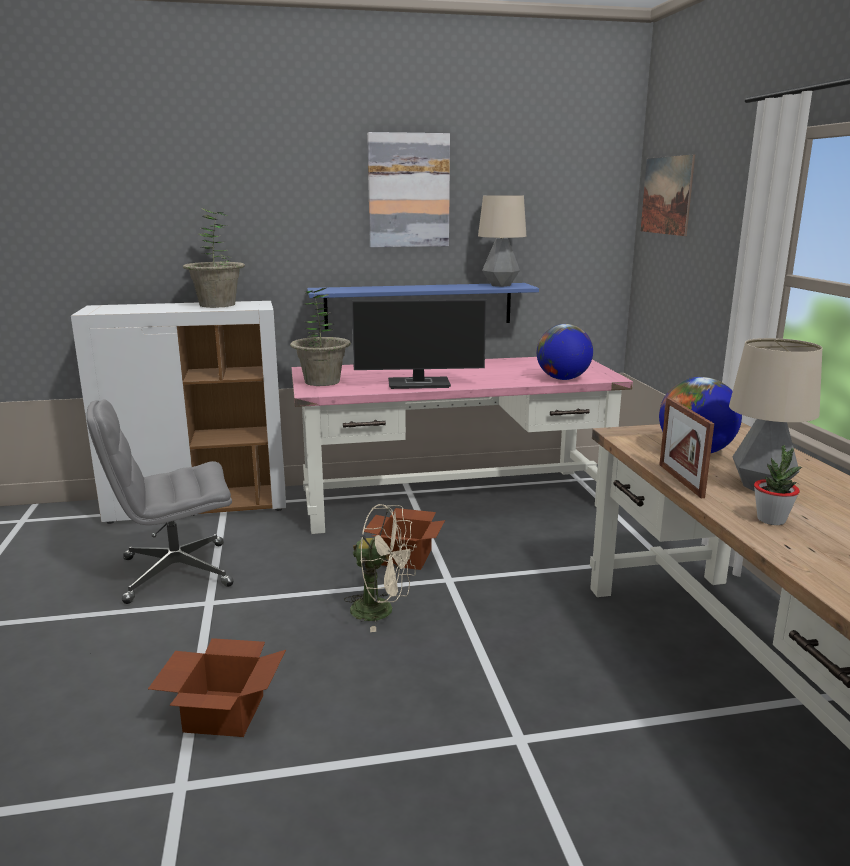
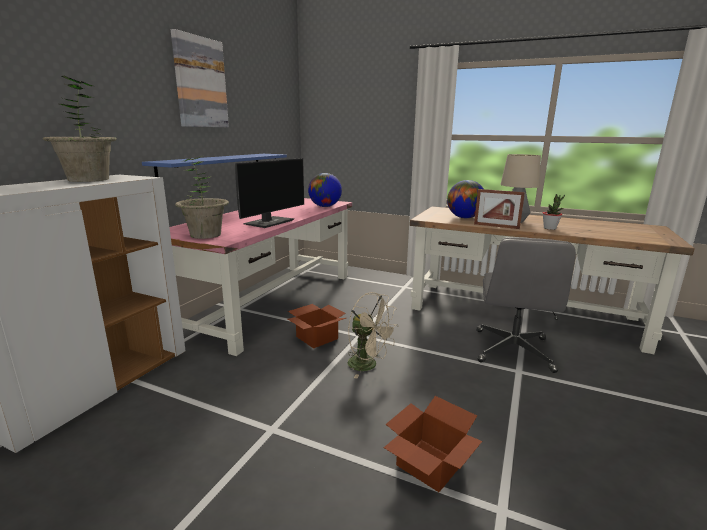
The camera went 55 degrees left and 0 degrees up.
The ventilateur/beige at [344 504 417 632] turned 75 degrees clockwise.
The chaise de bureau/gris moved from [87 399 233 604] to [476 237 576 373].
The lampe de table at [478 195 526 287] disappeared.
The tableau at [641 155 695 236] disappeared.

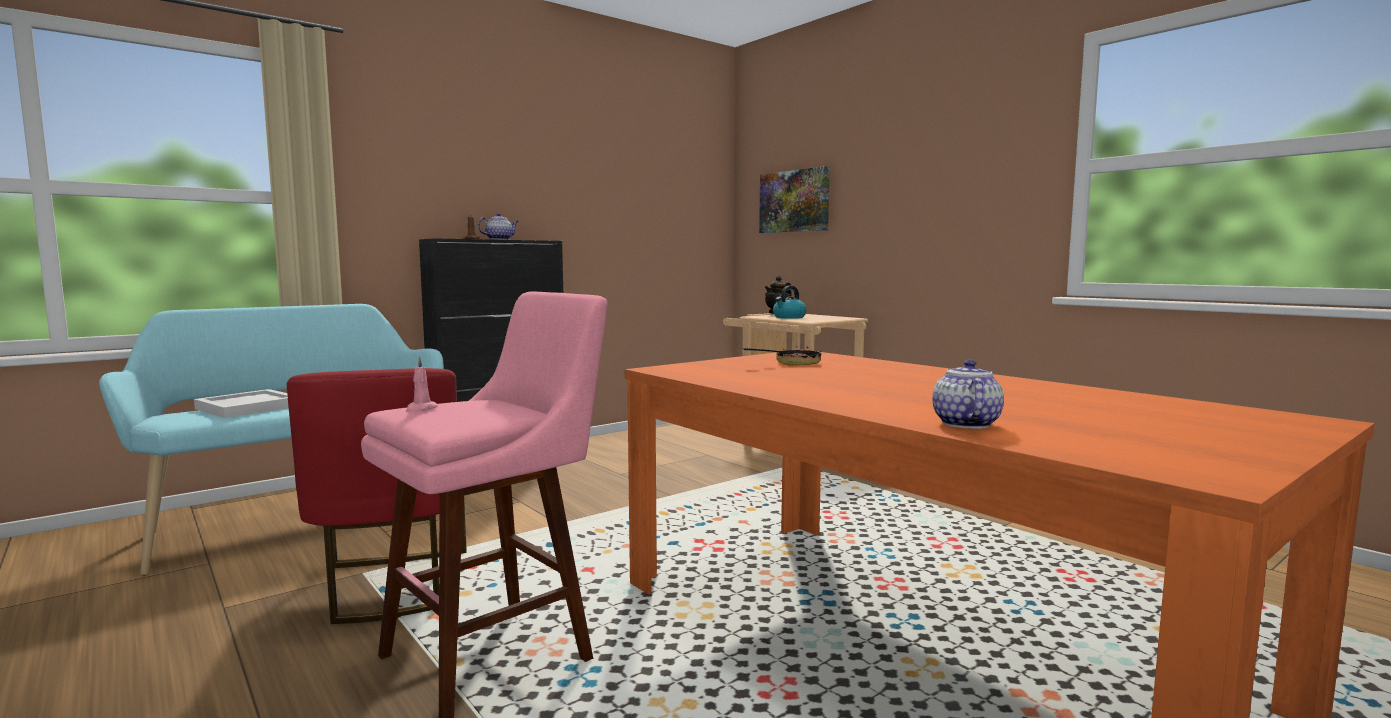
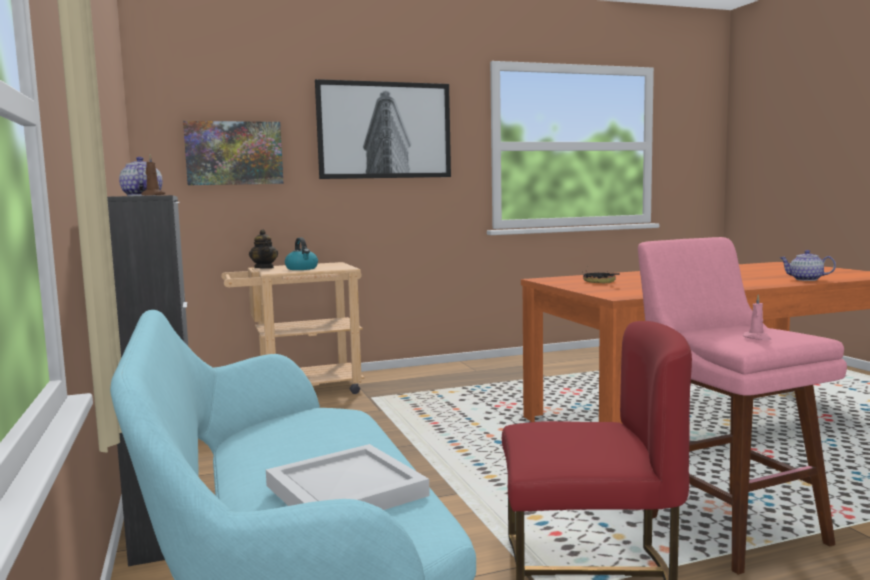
The camera went 70 degrees left and 0 degrees up.
The tableau at [315 79 451 179] appeared.

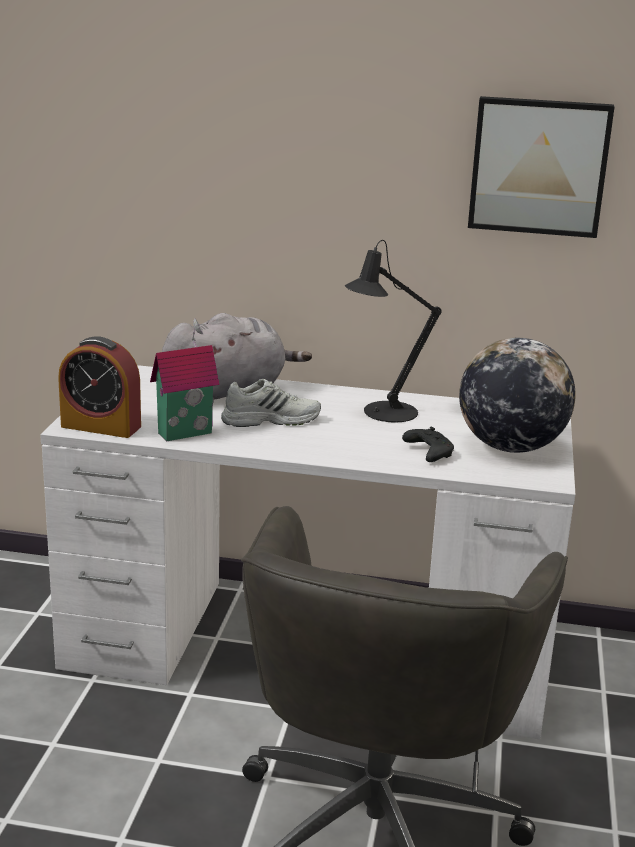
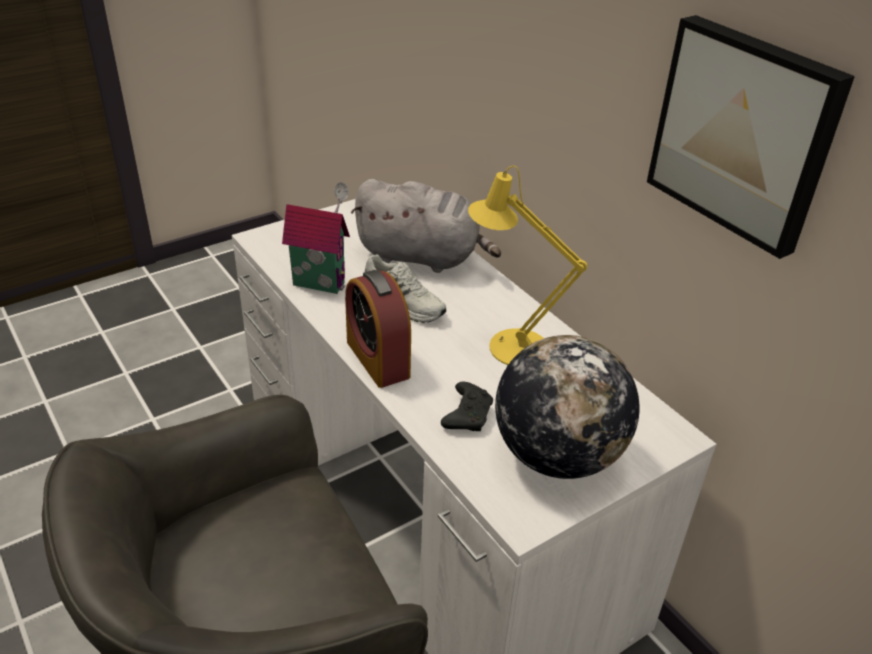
The camera went 45 degrees right and 15 degrees up.
The réveil moved from [58 336 141 438] to [345 270 411 388].
The lampe de table/noir at [345 240 442 423] became the lampe de table/jaune at [468 166 587 365].

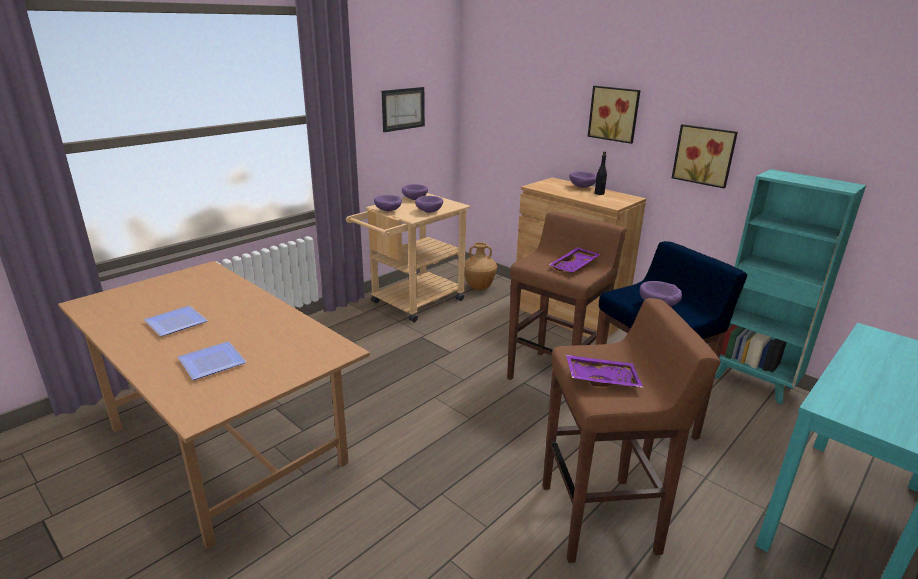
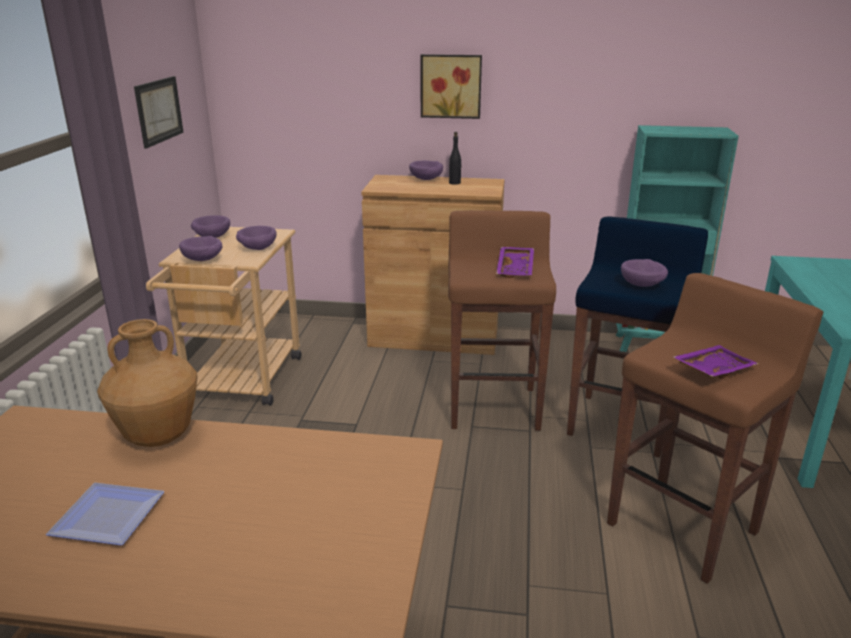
The camera went 35 degrees left and 0 degrees up.
The vase/marron moved from [465 242 497 290] to [97 319 198 447].
The assiette at [178 341 246 380] disappeared.
The tableau at [672 124 738 188] disappeared.

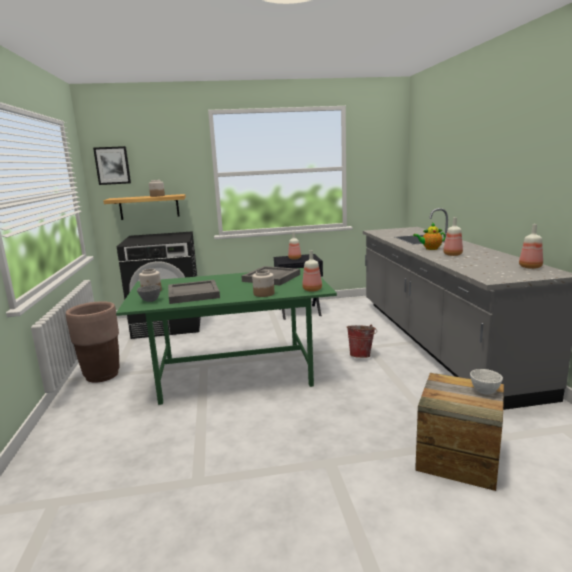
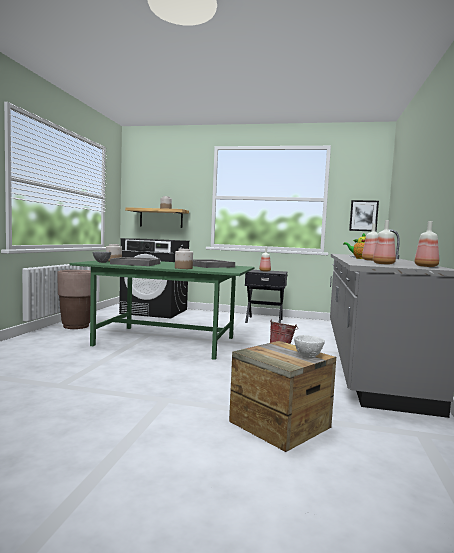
The camera went 20 degrees right and 10 degrees down.
The tableau moved from [93 146 131 185] to [349 200 379 232].
The bouteille moved from [302 250 322 292] to [373 220 396 264].

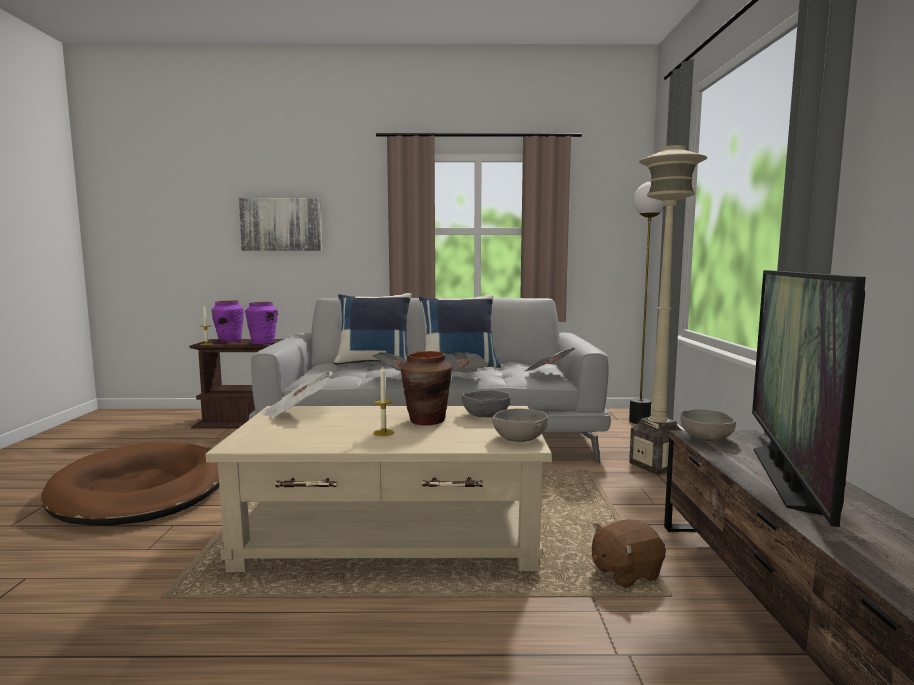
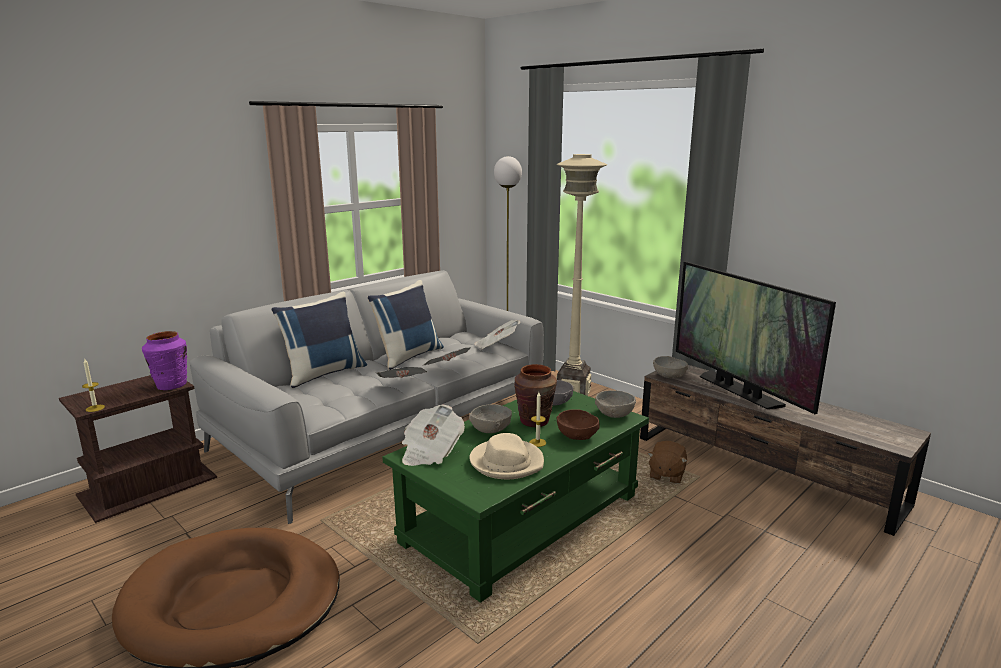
The camera went 45 degrees left and 10 degrees up.
The table basse/beige at [206 406 552 572] became the table basse/vert at [382 391 649 603].
The bol/gris at [469 404 512 433] appeared.
The chapeau/beige at [469 433 544 479] appeared.
The bol/marron at [556 409 600 440] appeared.
The vase/violet at [211 301 244 342] disappeared.
The tableau at [239 198 322 251] disappeared.

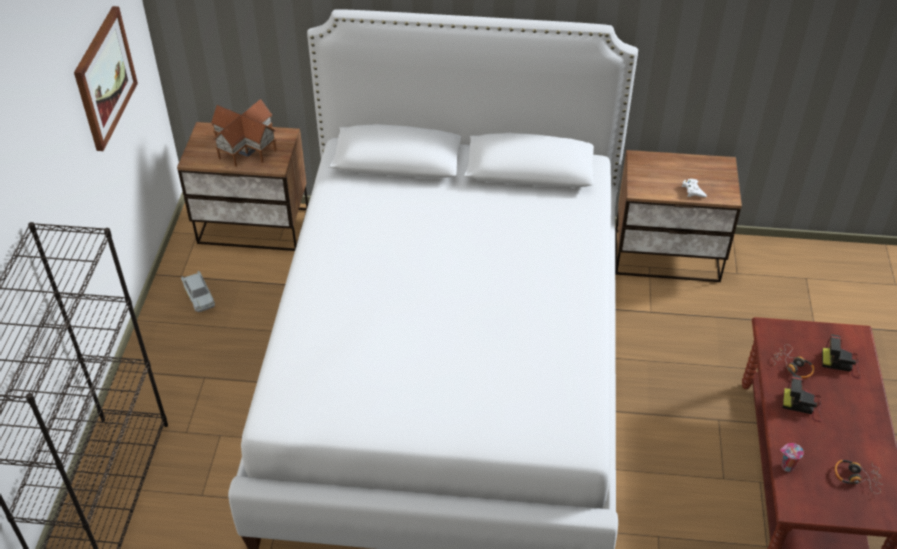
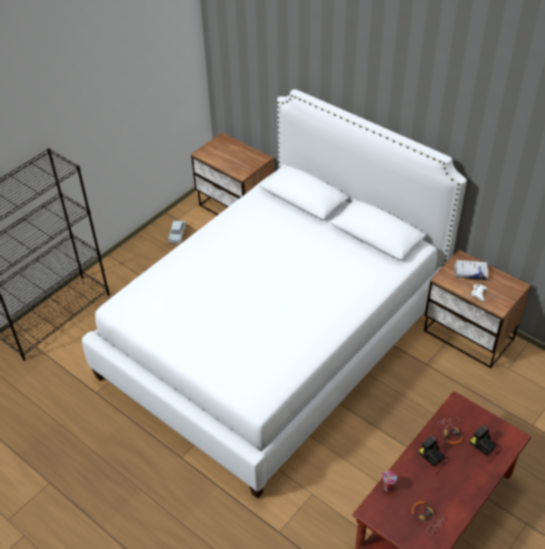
The camera went 35 degrees right and 0 degrees up.
The livre/blanc at [454 260 488 280] appeared.
The tableau at [74 6 138 151] disappeared.
The maison miniature at [211 99 276 167] disappeared.

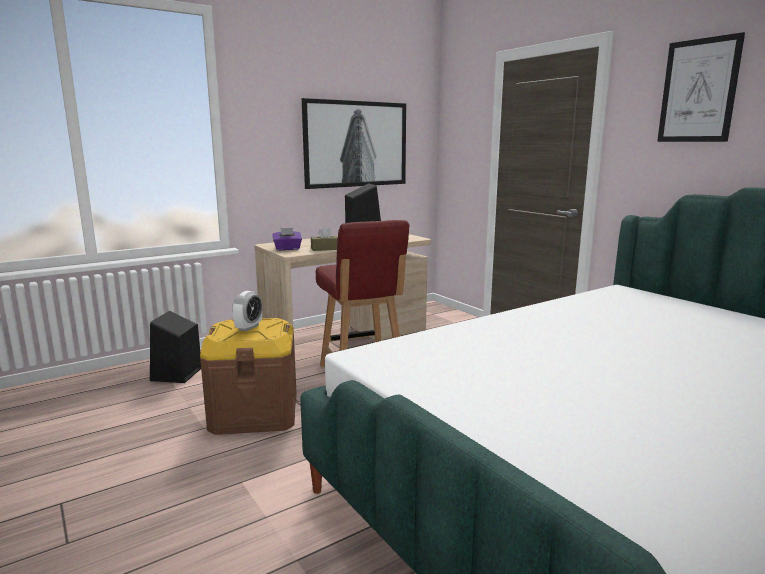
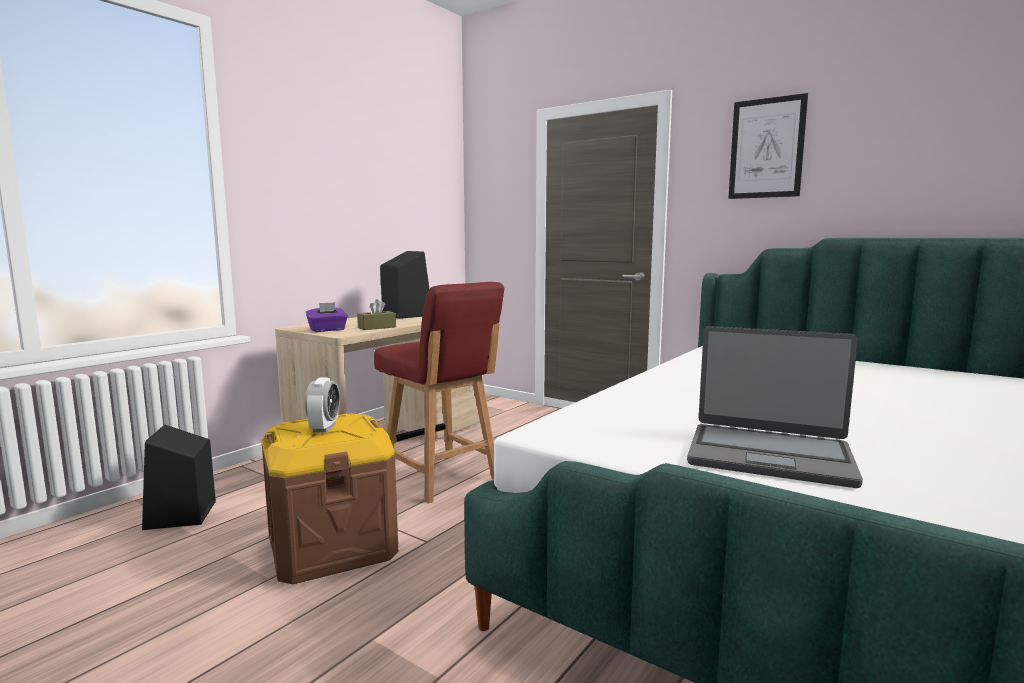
The camera went 20 degrees left and 5 degrees down.
The ordinateur portable at [687 326 863 488] appeared.
The tableau at [302 98 406 189] disappeared.

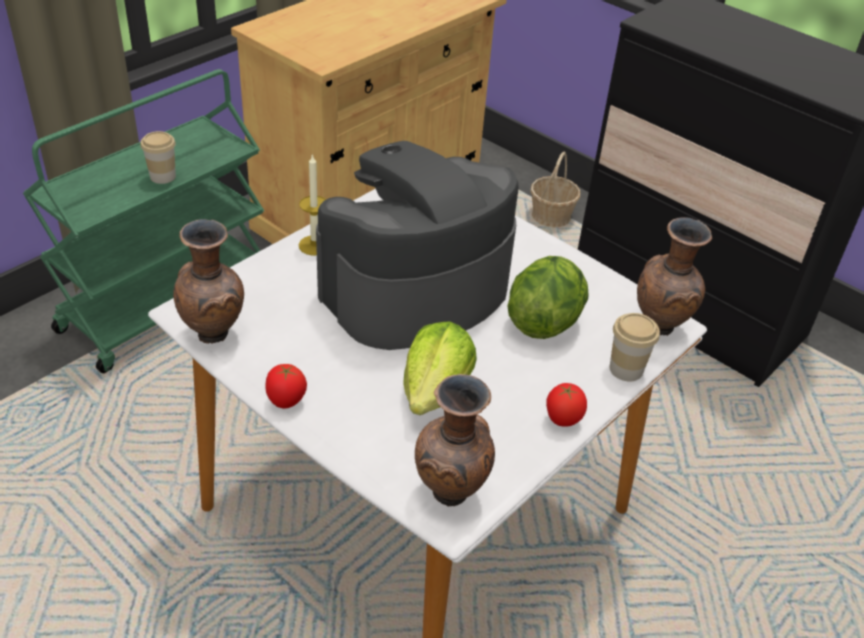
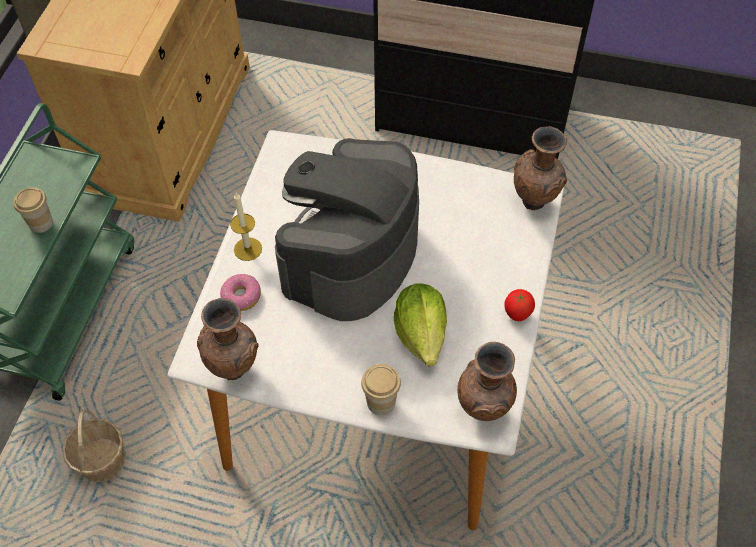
The camera went 25 degrees left and 15 degrees up.
The panier moved from [530 151 580 228] to [63 409 125 482].
The beignet at [220 274 261 311] appeared.
The tasse moved from [610 313 660 381] to [361 364 401 415].
The tomate at [265 364 307 408] disappeared.
The laitue at [507 256 589 339] disappeared.

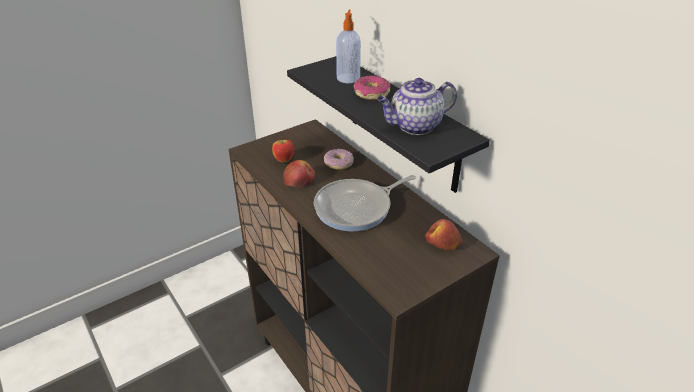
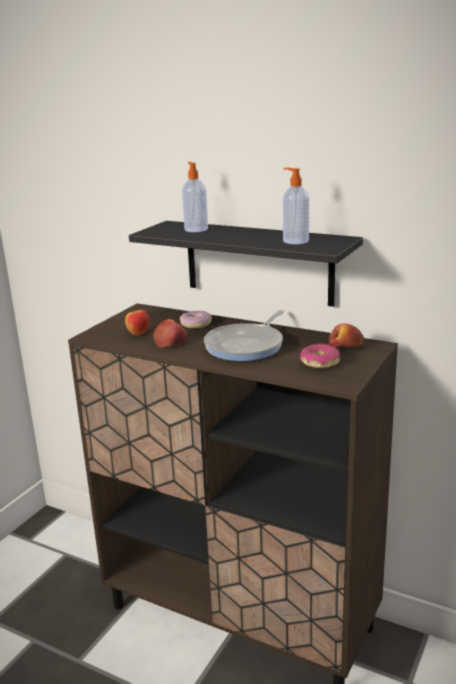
The camera went 25 degrees left and 15 degrees down.
The théière at [377 78 457 135] was replaced by the distributeur de savon at [283 168 309 244].
The beignet moved from [353 76 390 100] to [300 344 340 368].

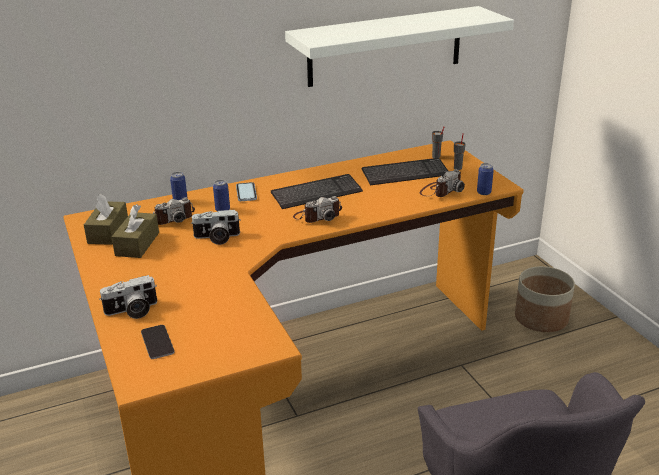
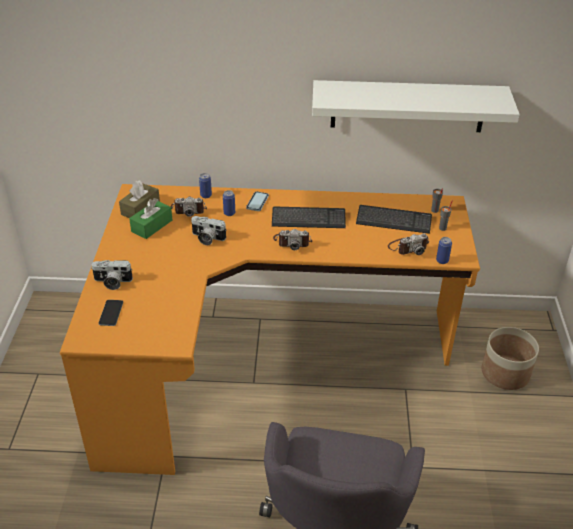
The camera went 25 degrees right and 10 degrees up.
The boîte à mouchoirs/marron at [112 204 159 258] became the boîte à mouchoirs/vert at [129 198 172 239].

